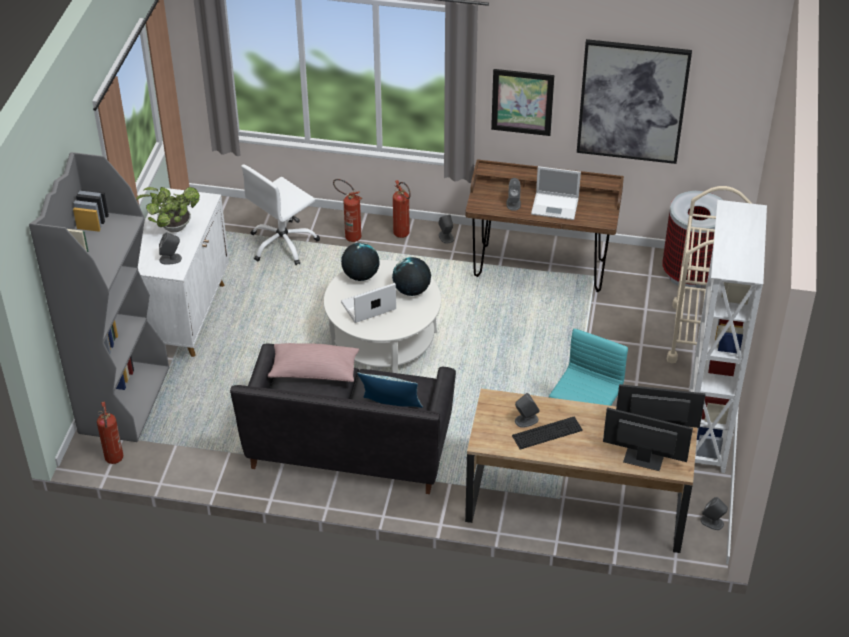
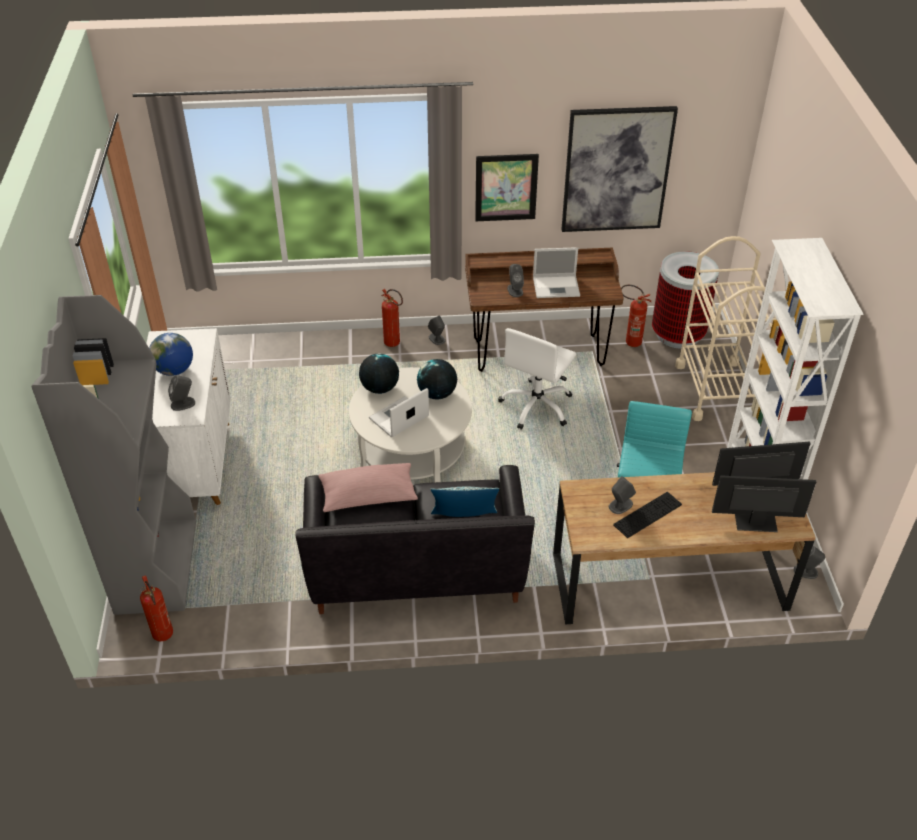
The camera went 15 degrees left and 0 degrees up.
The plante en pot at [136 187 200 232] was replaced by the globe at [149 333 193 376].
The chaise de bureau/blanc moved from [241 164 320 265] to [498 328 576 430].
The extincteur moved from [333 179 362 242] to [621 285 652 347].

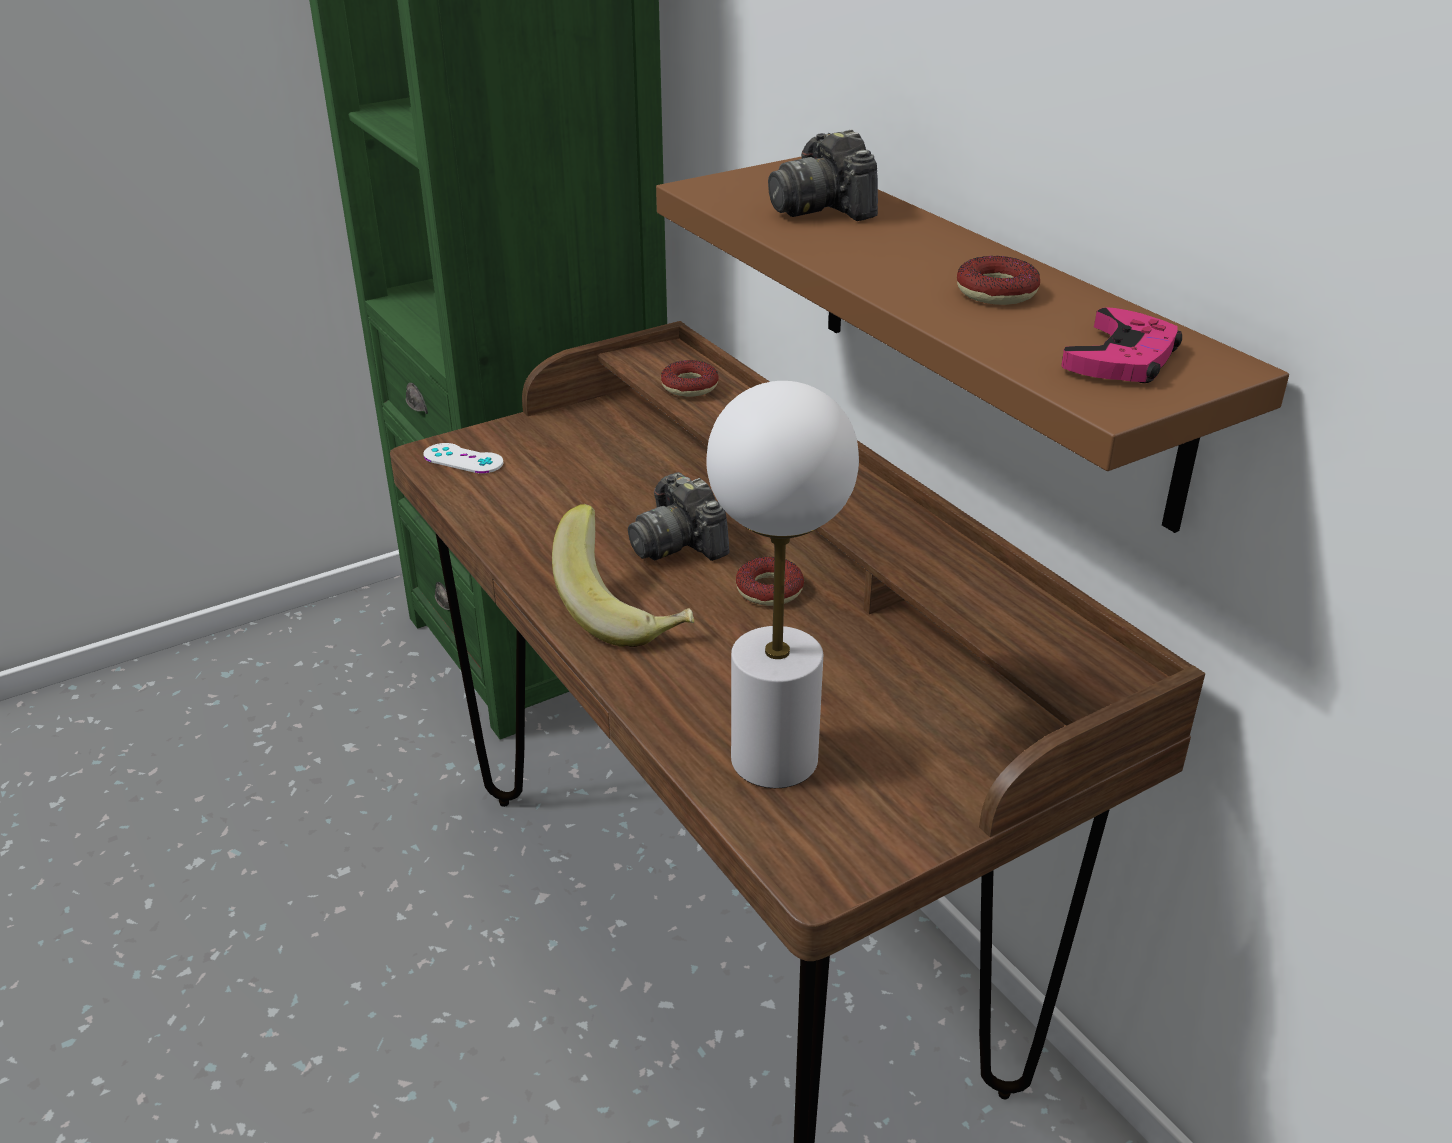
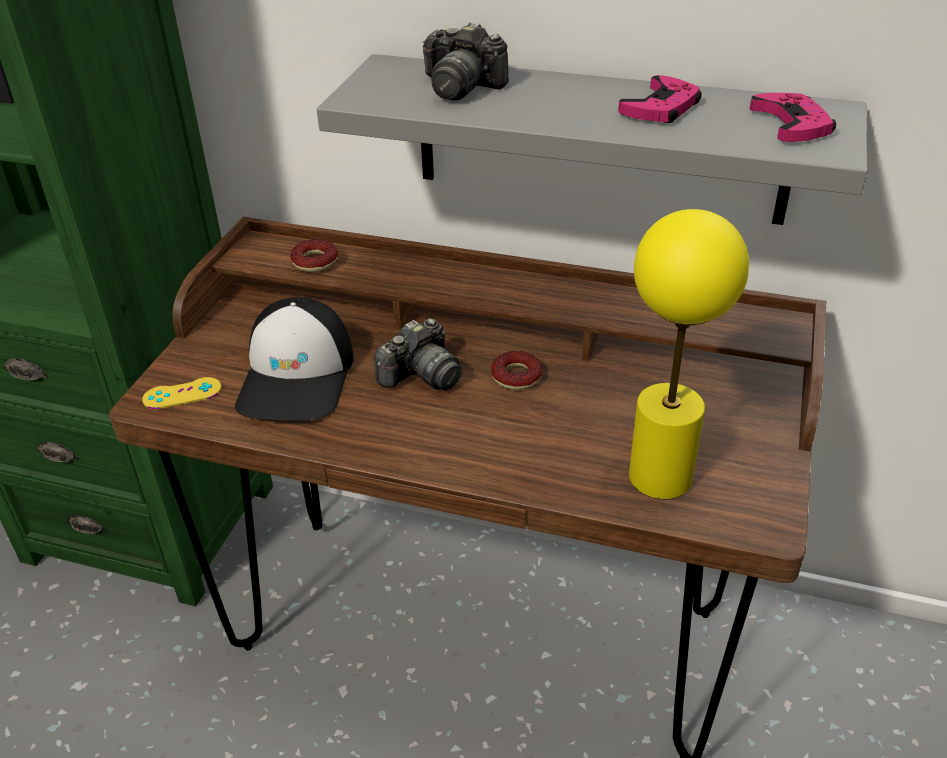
The camera went 40 degrees left and 5 degrees up.
The manette/blanc at [423 443 504 474] became the manette/jaune at [142 377 221 409].
The casquette at [235 297 354 421] appeared.
The étagère/marron at [656 156 1289 533] became the étagère/gris at [317 54 868 225].
The appareil photo at [628 472 729 561] turned 60 degrees counterclockwise.
The beignet at [957 256 1040 305] was replaced by the manette/rose at [618 75 702 123].
The lampe de table/blanc at [706 381 859 788] became the lampe de table/jaune at [629 209 749 499].
The banane at [552 504 694 647] disappeared.

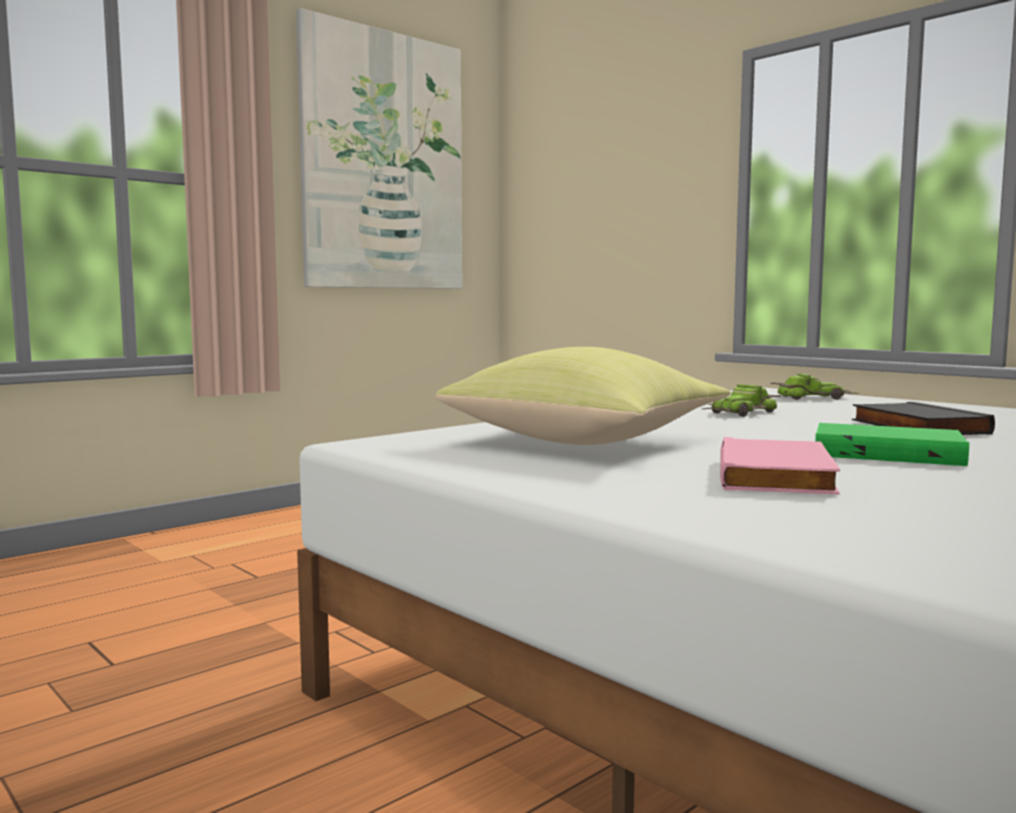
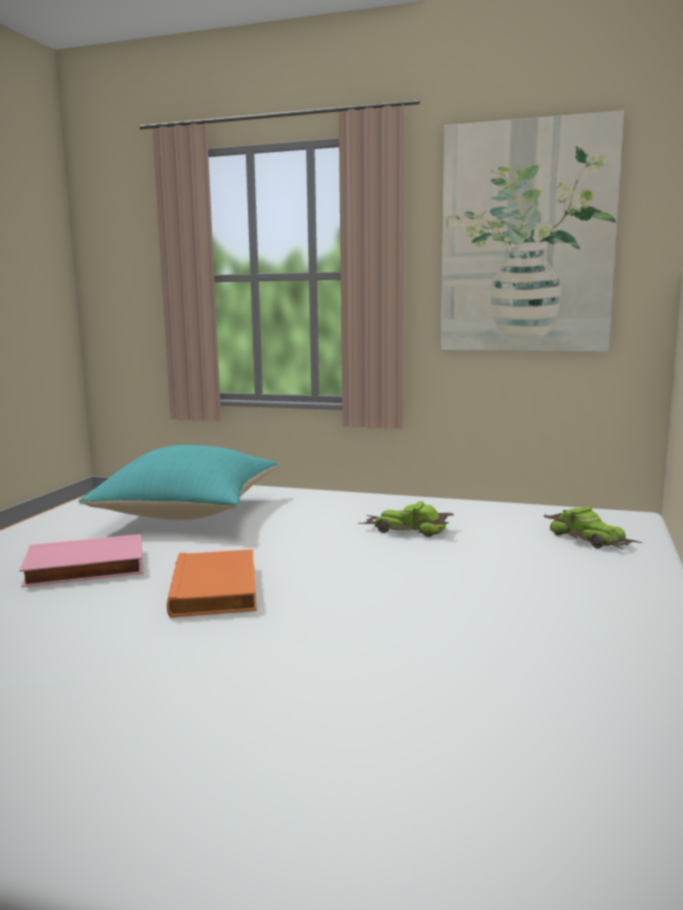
The camera went 60 degrees right and 5 degrees up.
The coussin/jaune at [435 347 731 445] became the coussin/turquoise at [78 445 278 520].
The livre/vert at [815 423 969 466] became the livre/orange at [167 549 257 618].
The livre/noir at [852 402 995 435] disappeared.

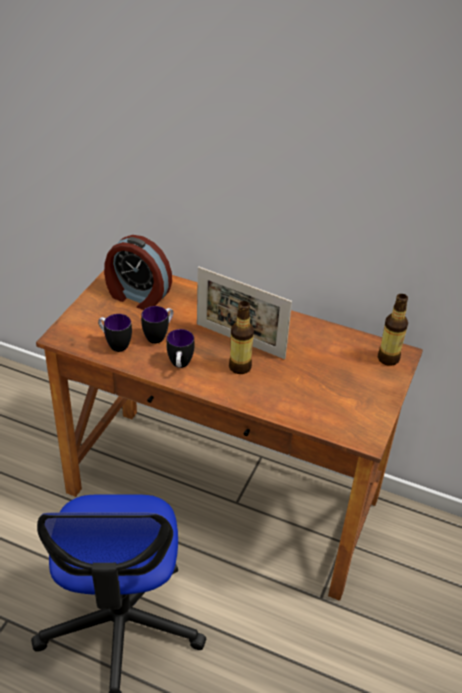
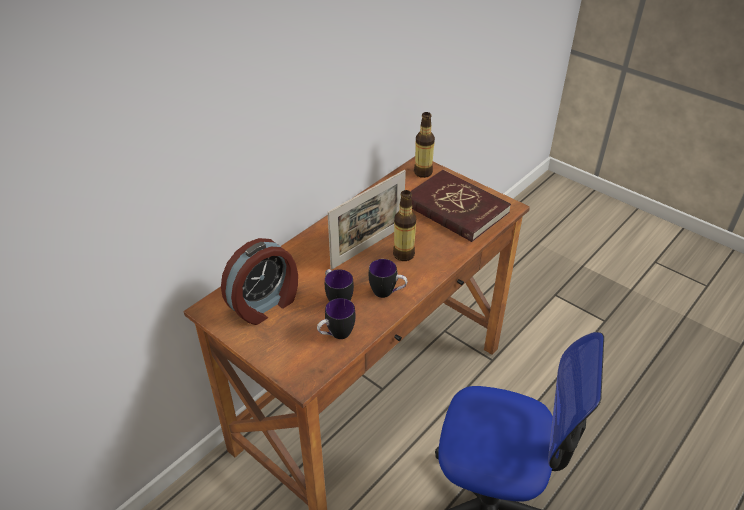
The camera went 70 degrees left and 0 degrees up.
The livre/rouge at [411 170 511 242] appeared.

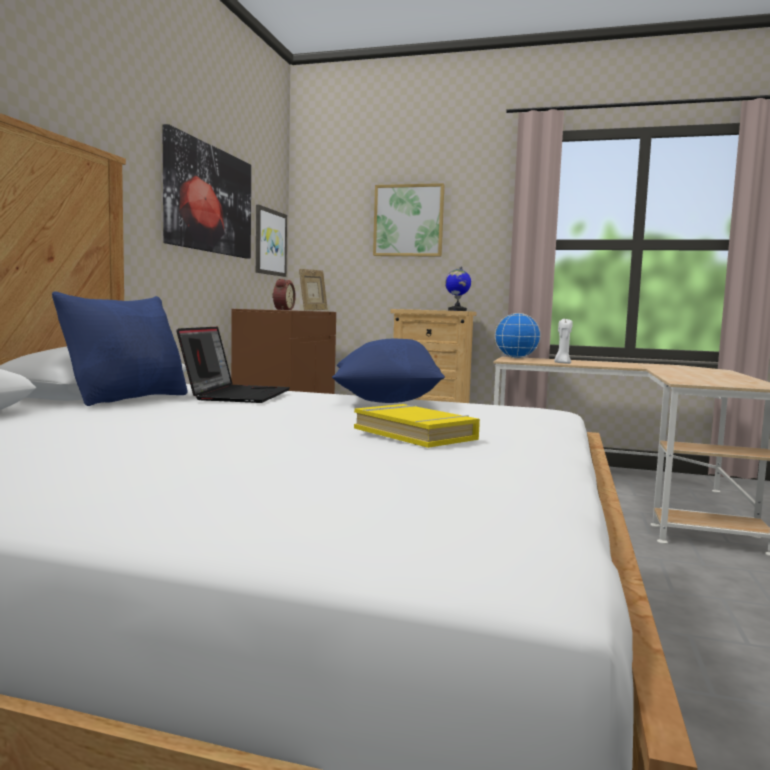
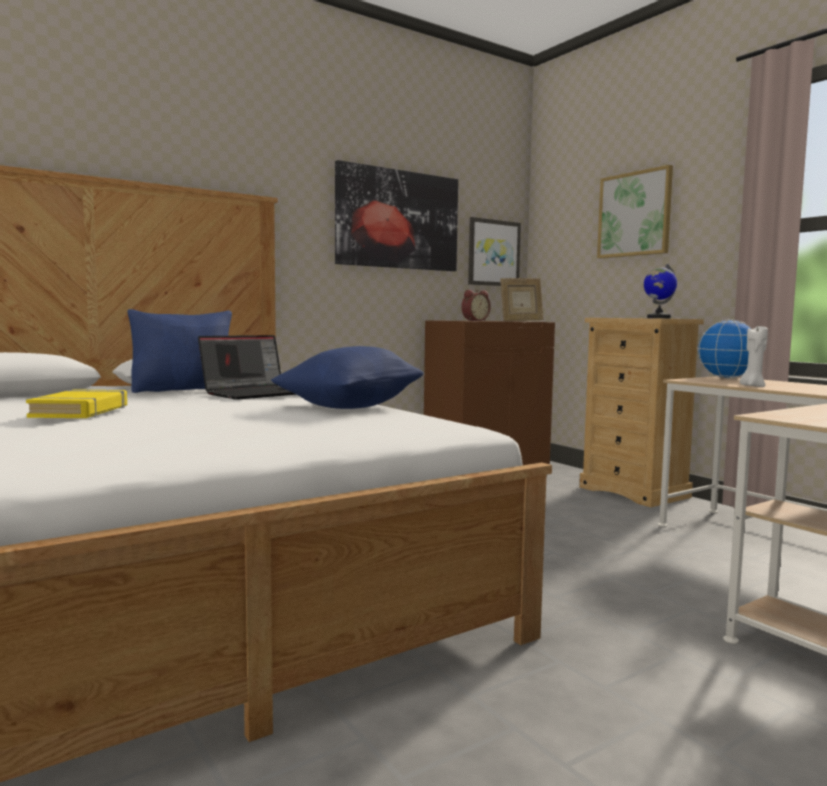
The camera went 40 degrees right and 0 degrees up.
The livre/jaune moved from [354 404 480 448] to [26 389 127 418].

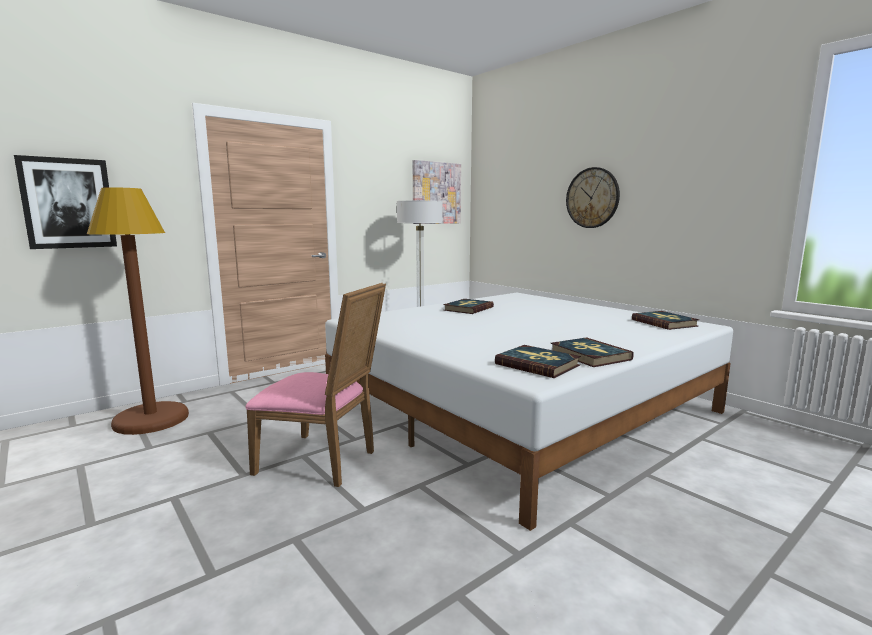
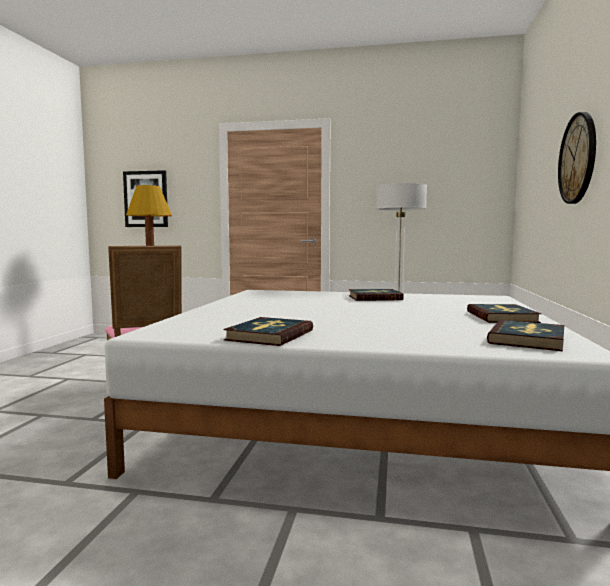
The camera went 50 degrees right and 5 degrees down.
The livre moved from [495 345 581 378] to [467 304 541 323].
The tableau at [412 160 461 224] disappeared.

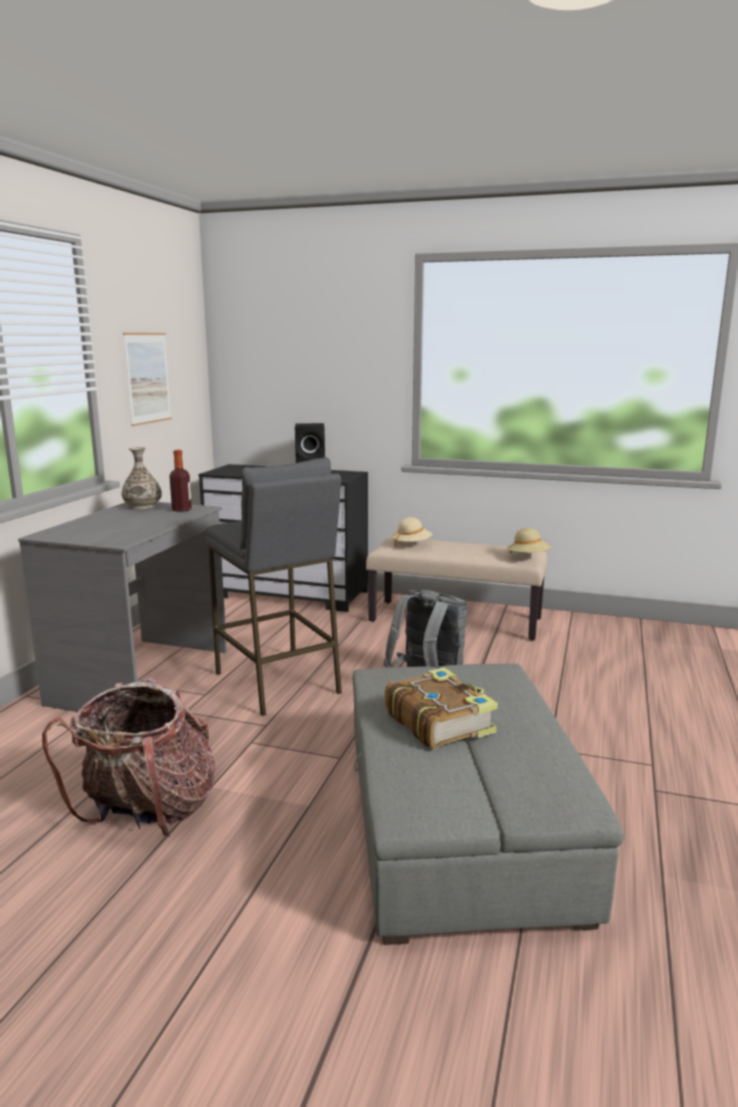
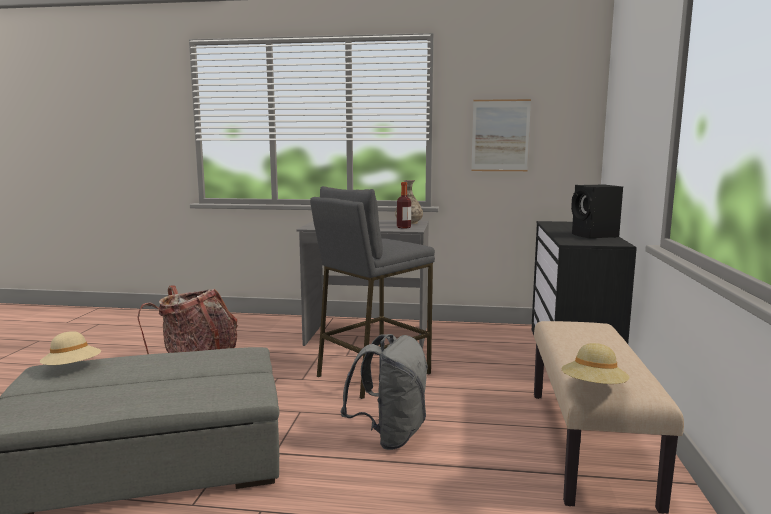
The camera went 80 degrees right and 5 degrees down.
The chapeau/beige moved from [391 517 432 548] to [40 331 101 365].
The livre at [385 667 498 749] disappeared.

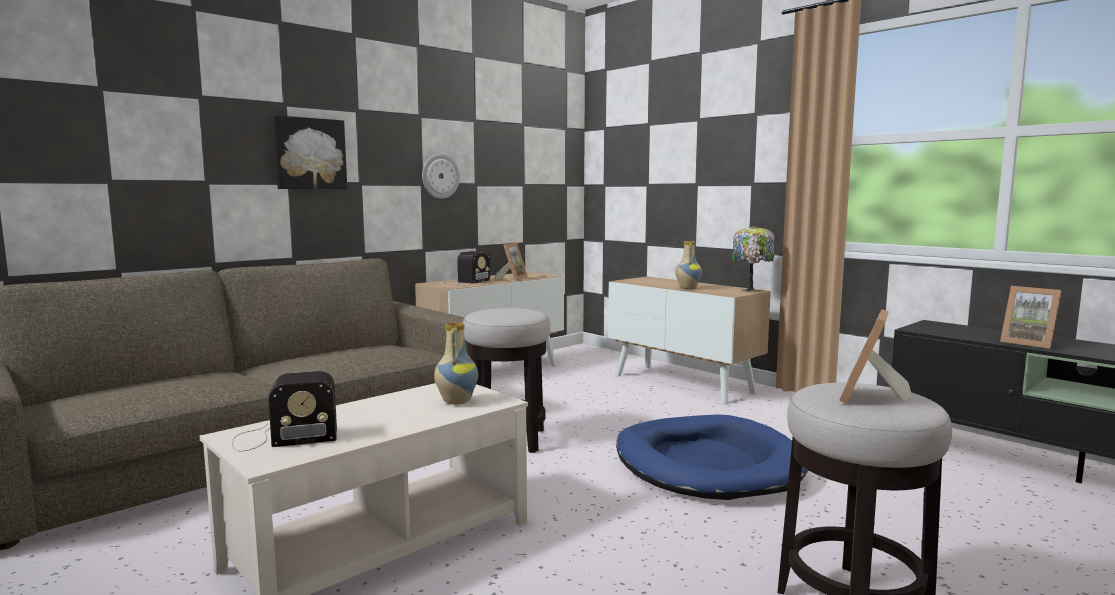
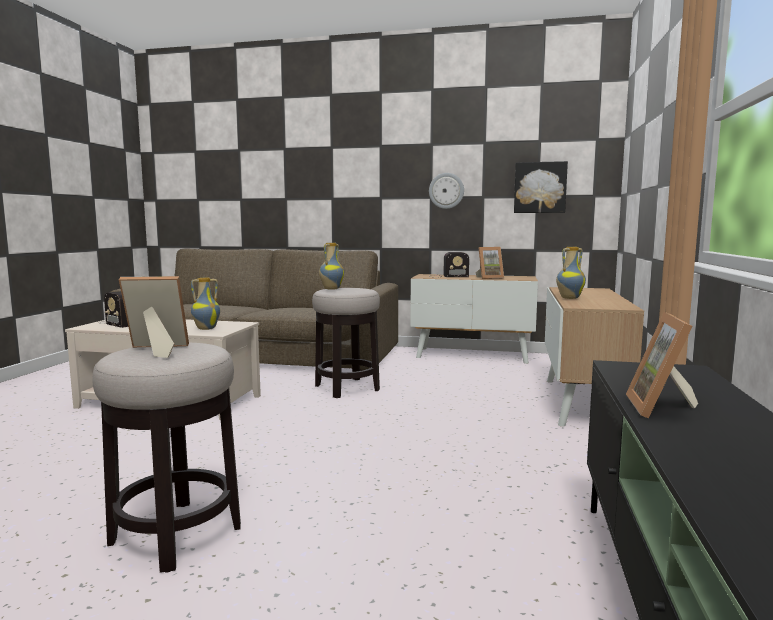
The camera went 55 degrees right and 0 degrees up.
The vase at [319 243 344 290] appeared.
The tableau moved from [273 115 347 189] to [514 161 568 213].
The panier pour chien/bleu at [616 415 808 500] disappeared.
The lampe de table at [732 226 774 292] disappeared.

